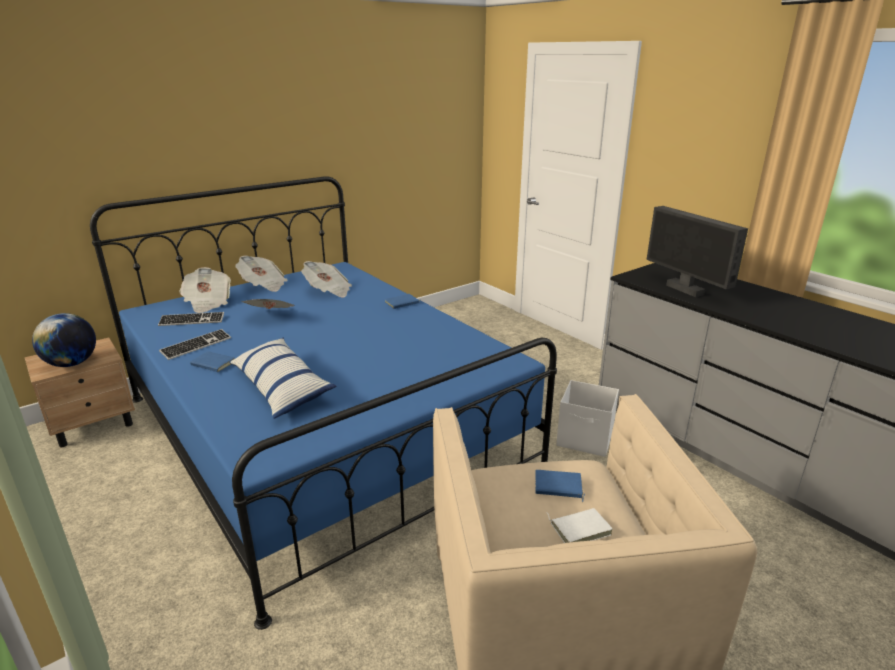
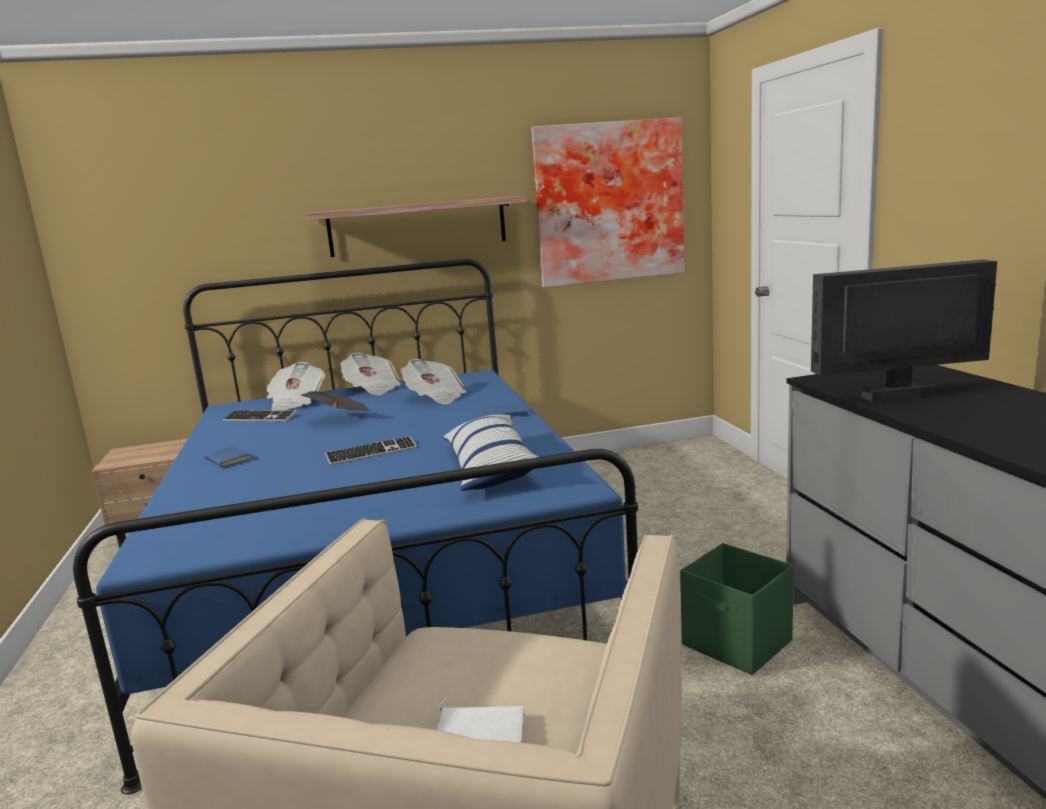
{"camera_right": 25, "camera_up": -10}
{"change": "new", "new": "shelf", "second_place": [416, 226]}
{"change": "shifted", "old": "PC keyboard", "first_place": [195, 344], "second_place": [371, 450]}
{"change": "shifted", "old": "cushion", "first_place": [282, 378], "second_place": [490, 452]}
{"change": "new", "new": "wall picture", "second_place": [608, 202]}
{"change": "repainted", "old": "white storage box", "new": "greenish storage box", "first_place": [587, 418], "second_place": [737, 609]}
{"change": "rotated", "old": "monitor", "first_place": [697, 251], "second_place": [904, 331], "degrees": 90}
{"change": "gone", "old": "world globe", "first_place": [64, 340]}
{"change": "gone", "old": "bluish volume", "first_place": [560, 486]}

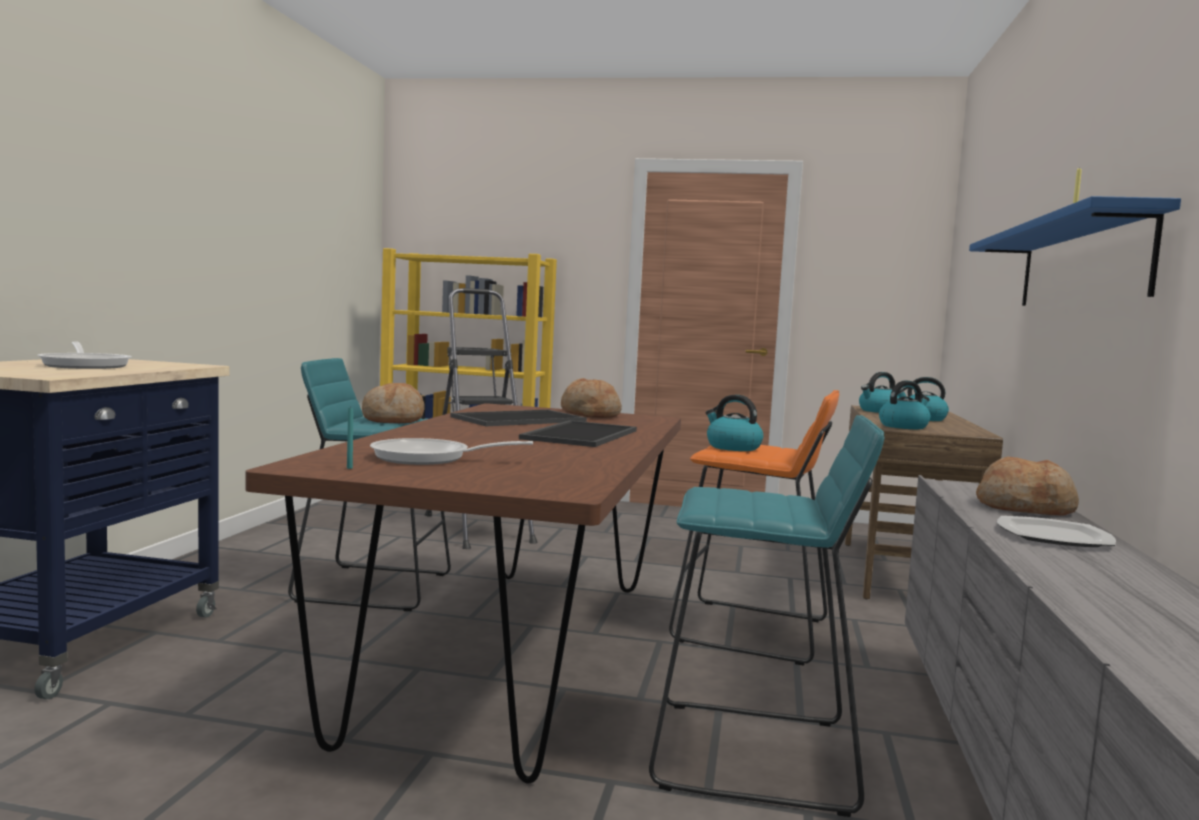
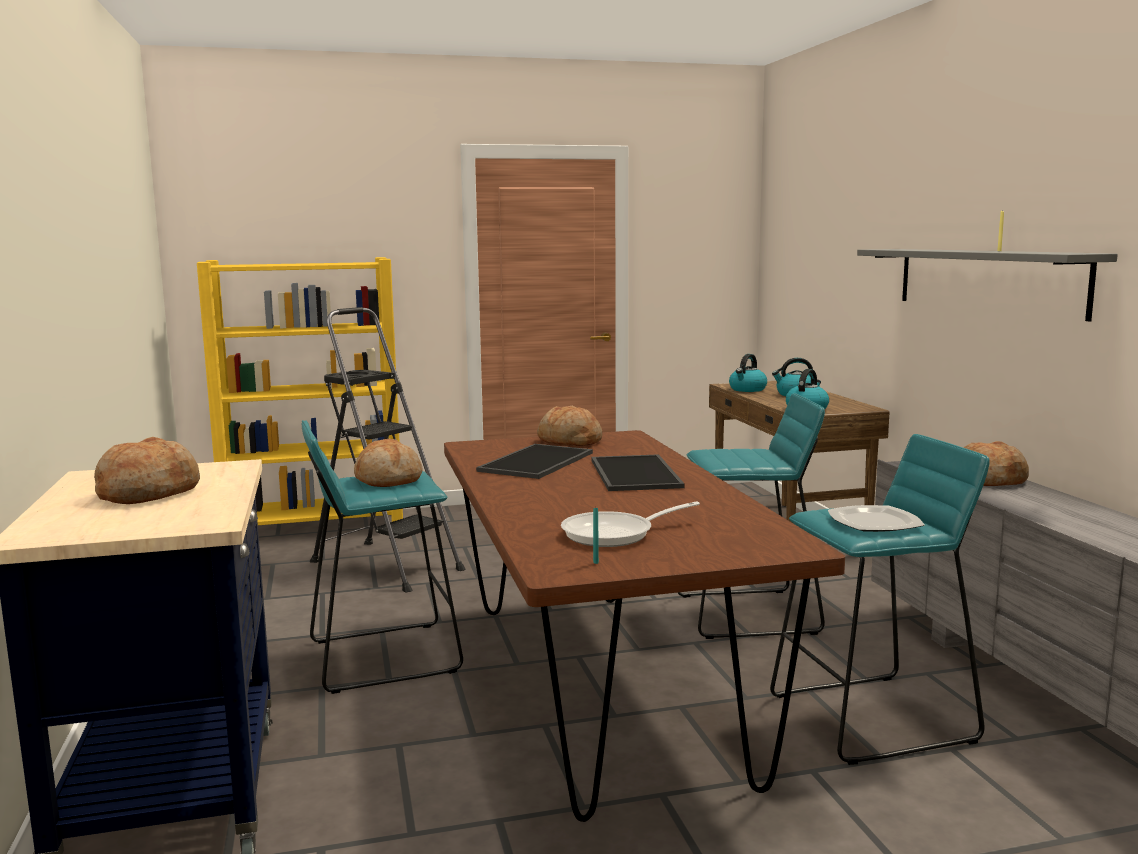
{"camera_right": -25, "camera_up": 5}
{"change": "swapped", "old": "skillet", "new": "baked bread", "first_place": [84, 355], "second_place": [147, 470]}
{"change": "repainted", "old": "orange-coloured stool seat", "new": "blue-green stool seat", "first_place": [754, 528], "second_place": [751, 516]}
{"change": "shifted", "old": "flat dish", "first_place": [1056, 531], "second_place": [876, 518]}
{"change": "repainted", "old": "bluish shelf", "new": "gray shelf", "first_place": [1075, 251], "second_place": [987, 285]}
{"change": "gone", "old": "kettle", "first_place": [734, 423]}

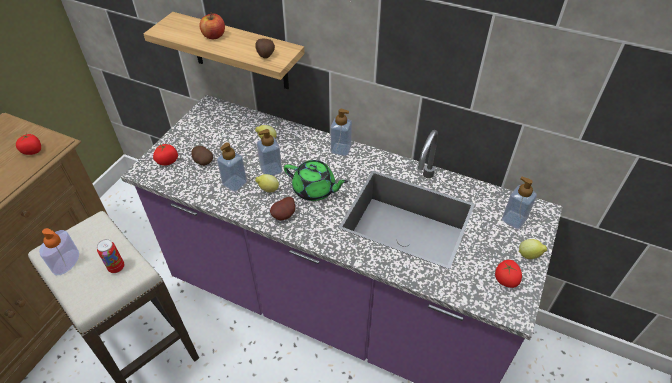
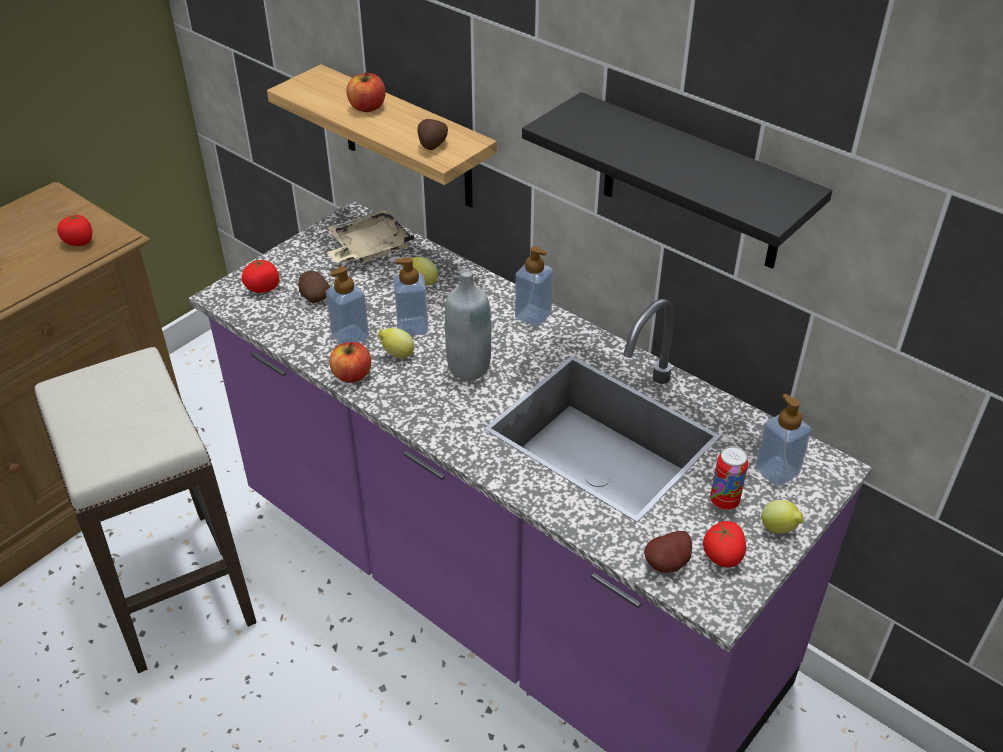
{"camera_right": 15, "camera_up": -5}
{"change": "new", "new": "beige-coloured carrying tray", "second_place": [370, 236]}
{"change": "new", "new": "apple fruit", "second_place": [350, 362]}
{"change": "swapped", "old": "greenish teapot", "new": "gray drink bottle", "first_place": [316, 180], "second_place": [468, 325]}
{"change": "new", "new": "black shelf", "second_place": [677, 180]}
{"change": "shifted", "old": "spud", "first_place": [282, 209], "second_place": [668, 552]}
{"change": "shifted", "old": "can", "first_place": [110, 256], "second_place": [729, 478]}
{"change": "gone", "old": "soap dispenser", "first_place": [59, 251]}

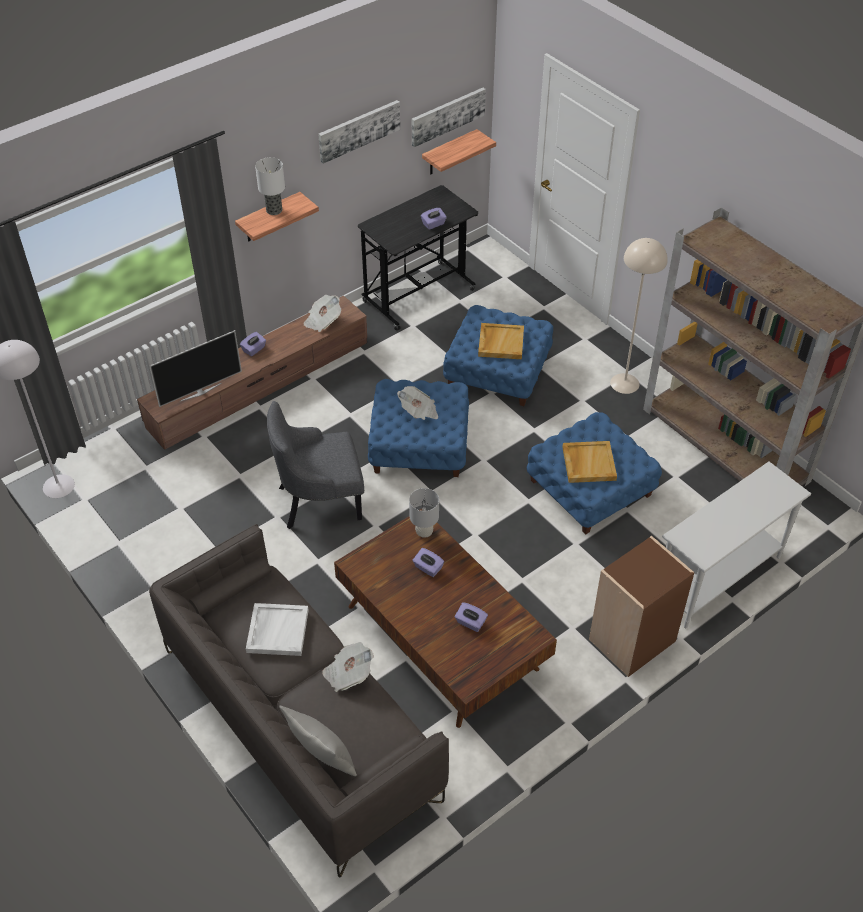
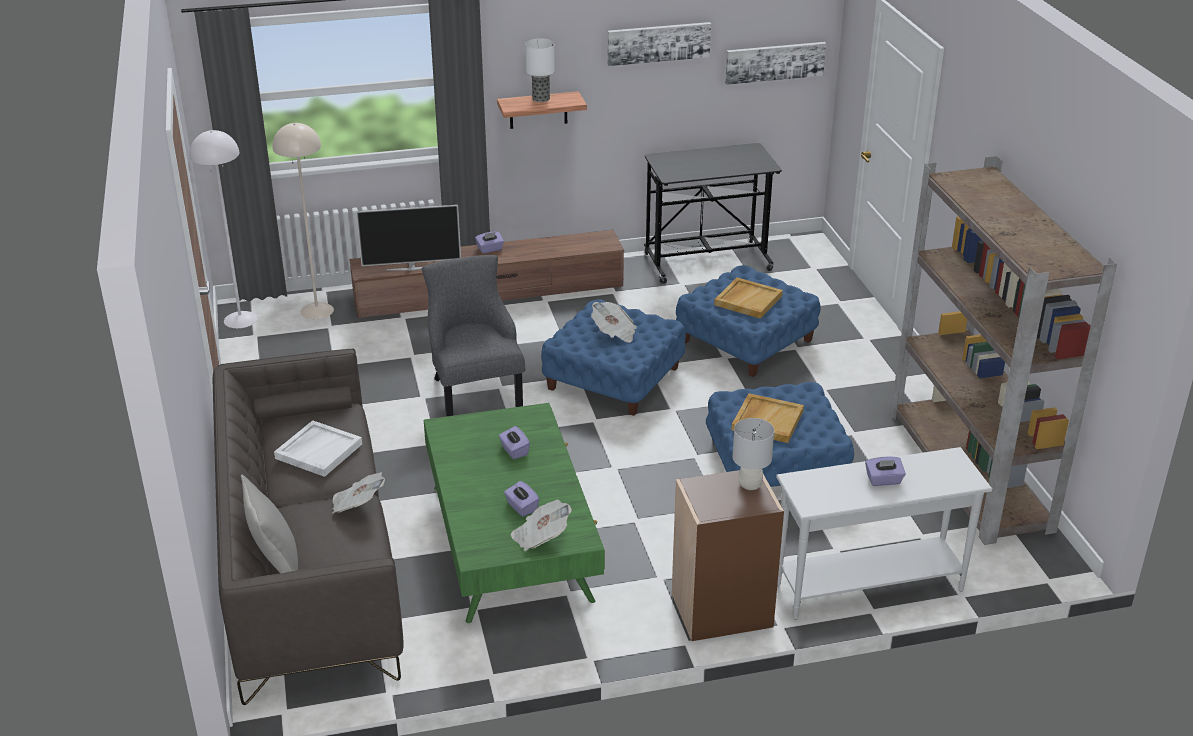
{"camera_right": 25, "camera_up": -15}
{"change": "shifted", "old": "beige-coloured standing lamp", "first_place": [639, 316], "second_place": [303, 221]}
{"change": "rotated", "old": "gray armchair", "first_place": [315, 465], "second_place": [474, 336], "degrees": 60}
{"change": "repainted", "old": "brown-coloured low table", "new": "greenish low table", "first_place": [445, 618], "second_place": [514, 513]}
{"change": "shifted", "old": "newspaper", "first_place": [322, 313], "second_place": [541, 525]}
{"change": "shifted", "old": "gray tabletop lamp", "first_place": [424, 513], "second_place": [753, 454]}
{"change": "shifted", "old": "purplish box of tissues", "first_place": [434, 219], "second_place": [885, 471]}
{"change": "gone", "old": "shelf", "first_place": [459, 151]}

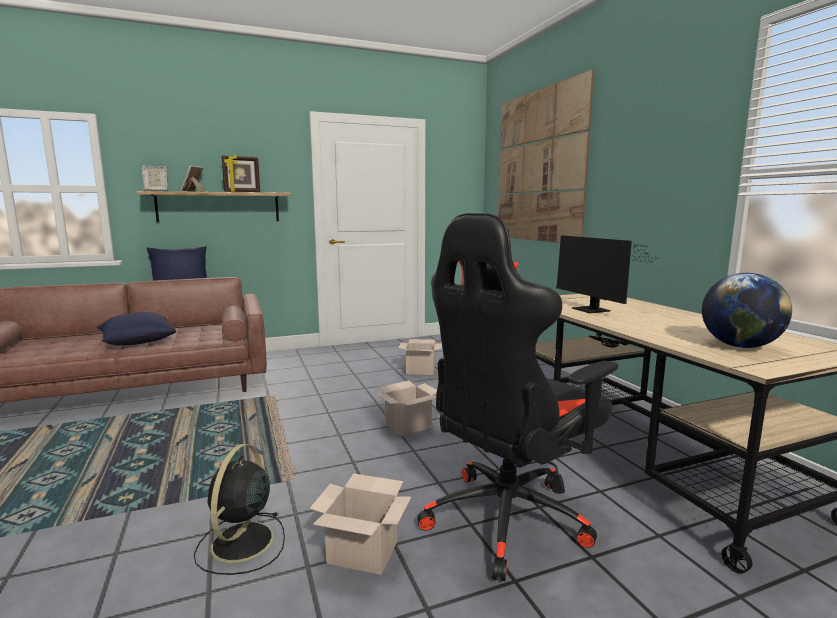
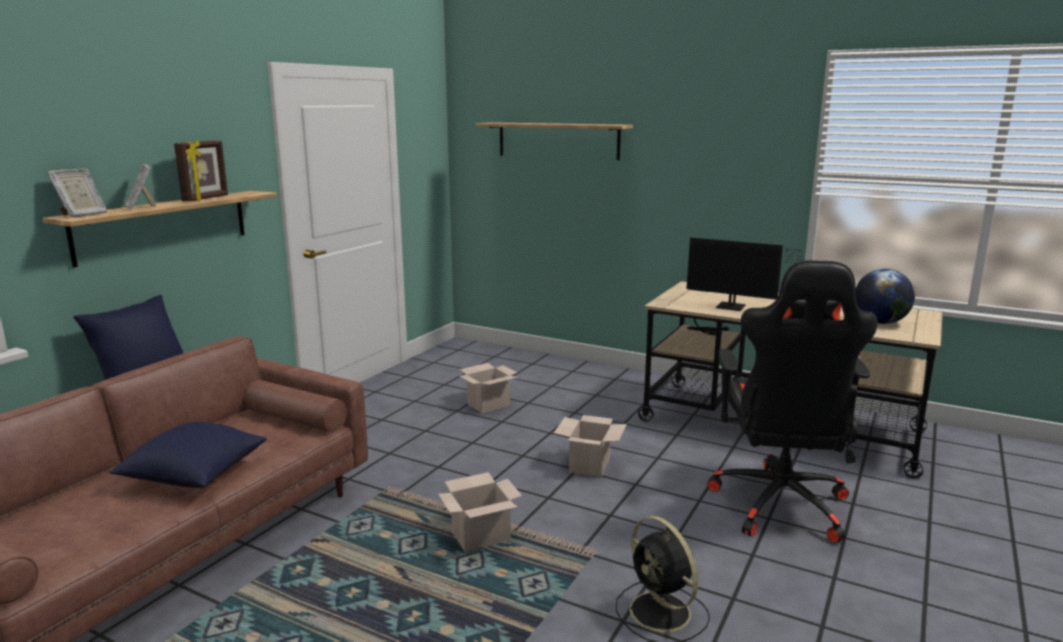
{"camera_right": -40, "camera_up": 5}
{"change": "shifted", "old": "packing box", "first_place": [360, 524], "second_place": [480, 512]}
{"change": "swapped", "old": "wall picture", "new": "shelf", "first_place": [546, 156], "second_place": [554, 141]}

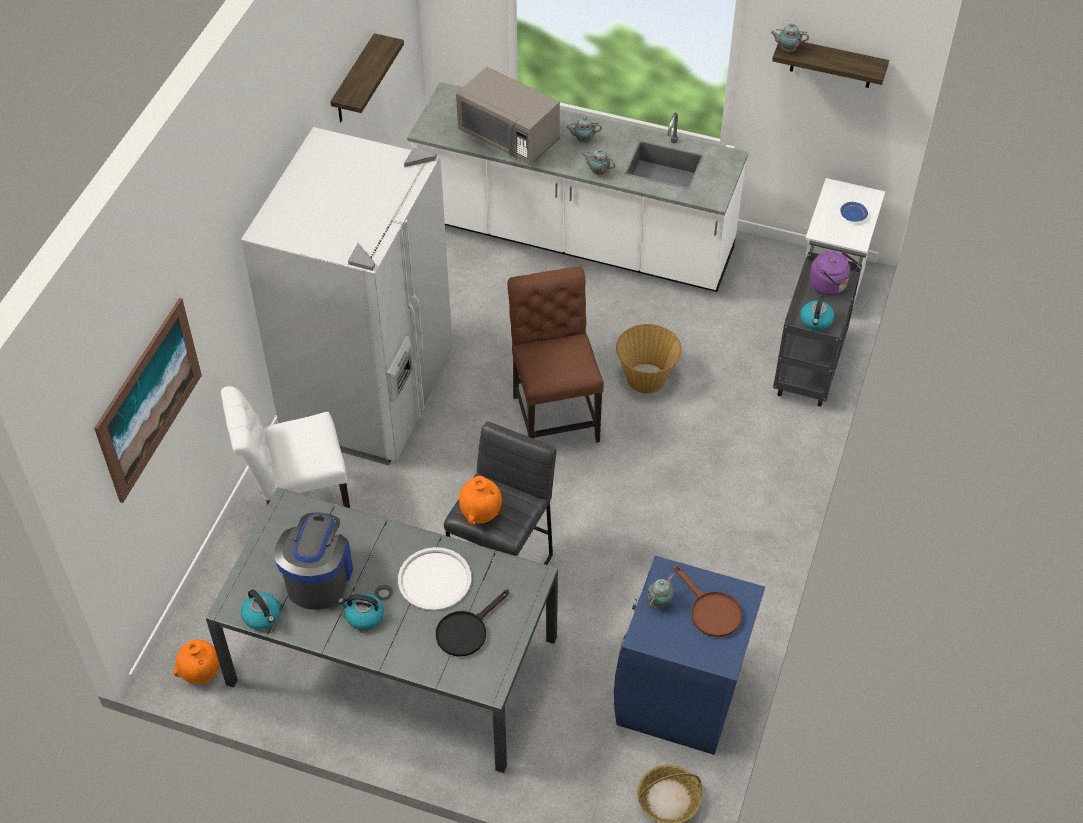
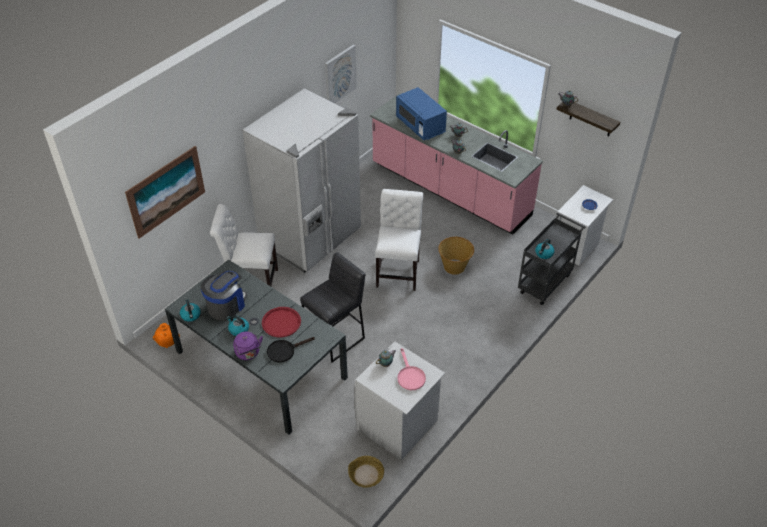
{"camera_right": 20, "camera_up": -5}
{"change": "shifted", "old": "purplish kettle", "first_place": [834, 273], "second_place": [248, 346]}
{"change": "repainted", "old": "white carrying tray", "new": "red-coloured carrying tray", "first_place": [434, 578], "second_place": [281, 322]}
{"change": "swapped", "old": "shelf", "new": "wall picture", "first_place": [367, 77], "second_place": [341, 74]}
{"change": "repainted", "old": "bluish laundry machine", "new": "white laundry machine", "first_place": [689, 655], "second_place": [399, 401]}
{"change": "repainted", "old": "white kitchen counter", "new": "pinkish kitchen counter", "first_place": [577, 187], "second_place": [456, 164]}
{"change": "repainted", "old": "brown-coloured chair", "new": "white chair", "first_place": [555, 354], "second_place": [399, 240]}
{"change": "repainted", "old": "gray microwave", "new": "bluish microwave", "first_place": [508, 115], "second_place": [421, 113]}
{"change": "repainted", "old": "brown-coloured skillet", "new": "pinkish skillet", "first_place": [708, 601], "second_place": [411, 369]}
{"change": "gone", "old": "orange-coloured flower vase", "first_place": [480, 500]}

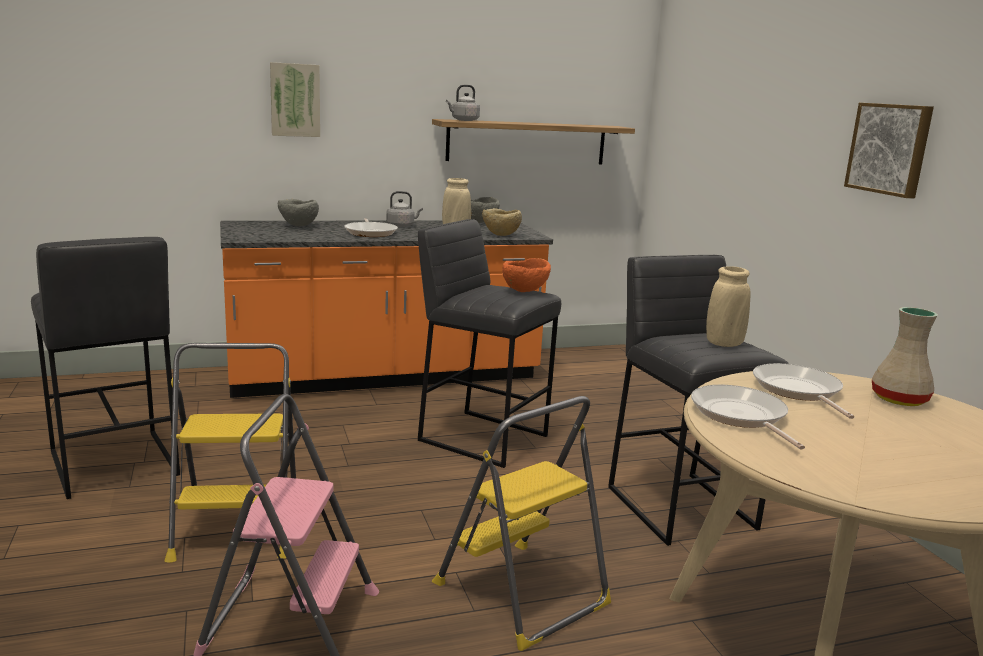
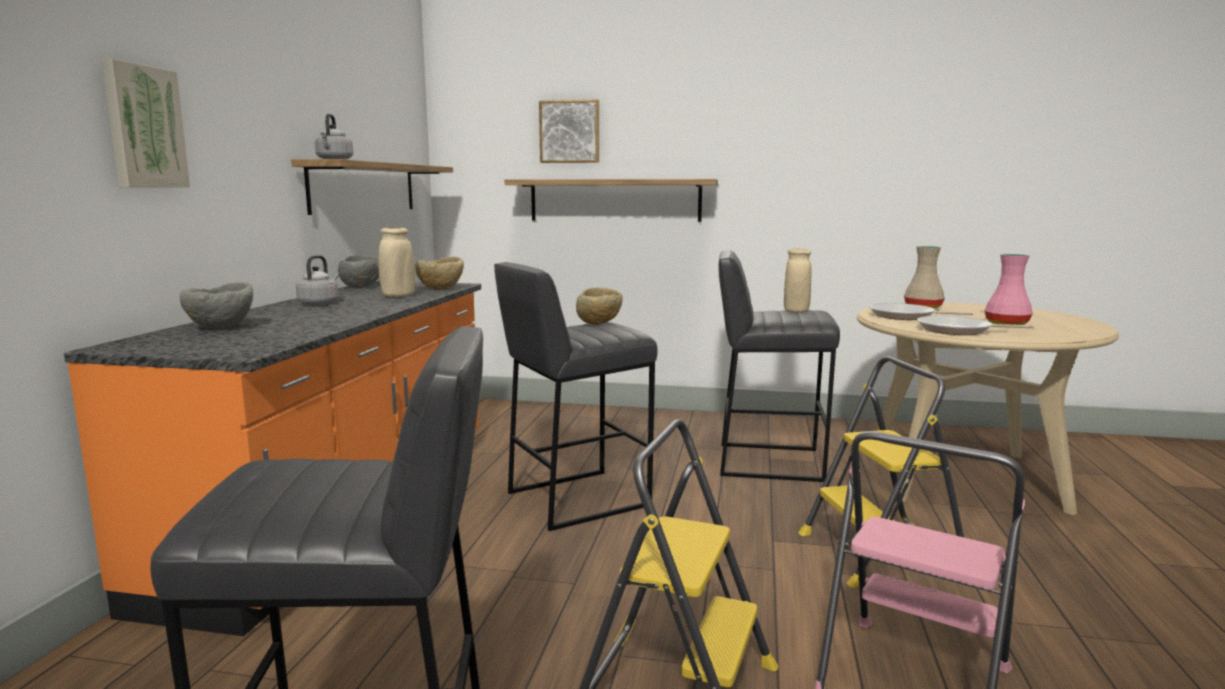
{"camera_right": -60, "camera_up": -5}
{"change": "new", "new": "shelf", "second_place": [611, 200]}
{"change": "shifted", "old": "wall picture", "first_place": [889, 150], "second_place": [569, 131]}
{"change": "repainted", "old": "orange-coloured deep dish", "new": "beige-coloured deep dish", "first_place": [526, 275], "second_place": [599, 306]}
{"change": "new", "new": "pinkish flower vase", "second_place": [1009, 289]}
{"change": "gone", "old": "skillet", "first_place": [371, 227]}

